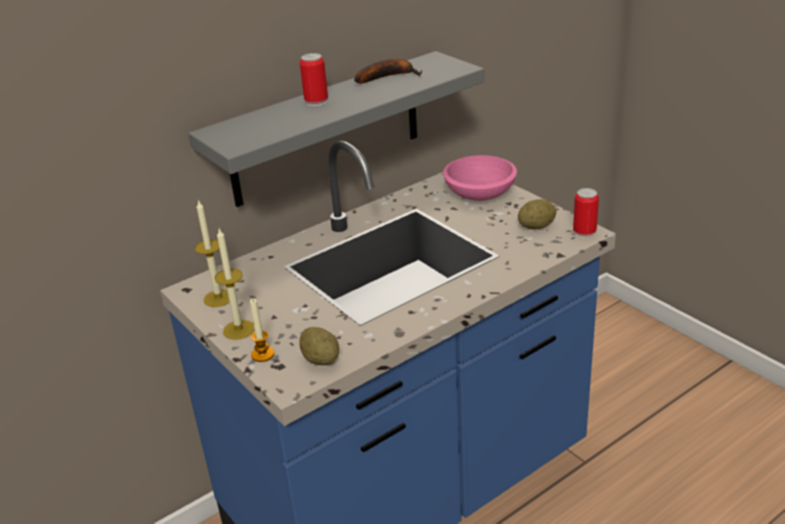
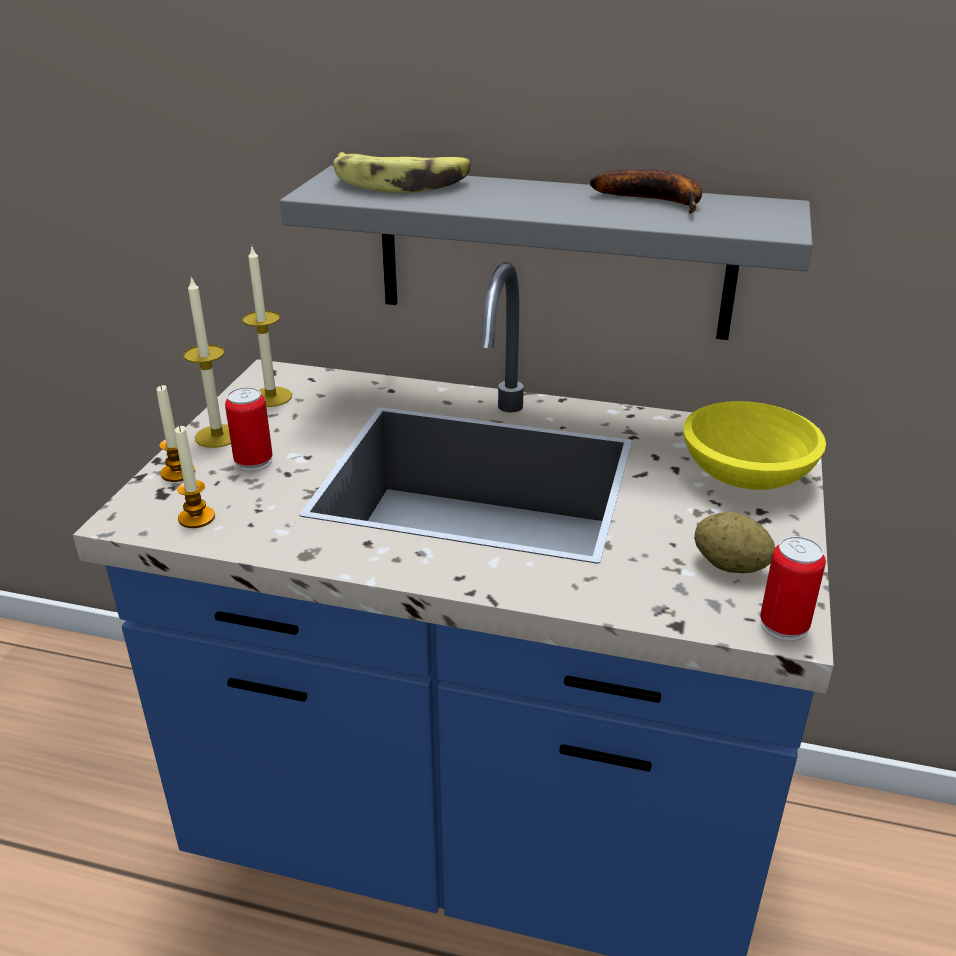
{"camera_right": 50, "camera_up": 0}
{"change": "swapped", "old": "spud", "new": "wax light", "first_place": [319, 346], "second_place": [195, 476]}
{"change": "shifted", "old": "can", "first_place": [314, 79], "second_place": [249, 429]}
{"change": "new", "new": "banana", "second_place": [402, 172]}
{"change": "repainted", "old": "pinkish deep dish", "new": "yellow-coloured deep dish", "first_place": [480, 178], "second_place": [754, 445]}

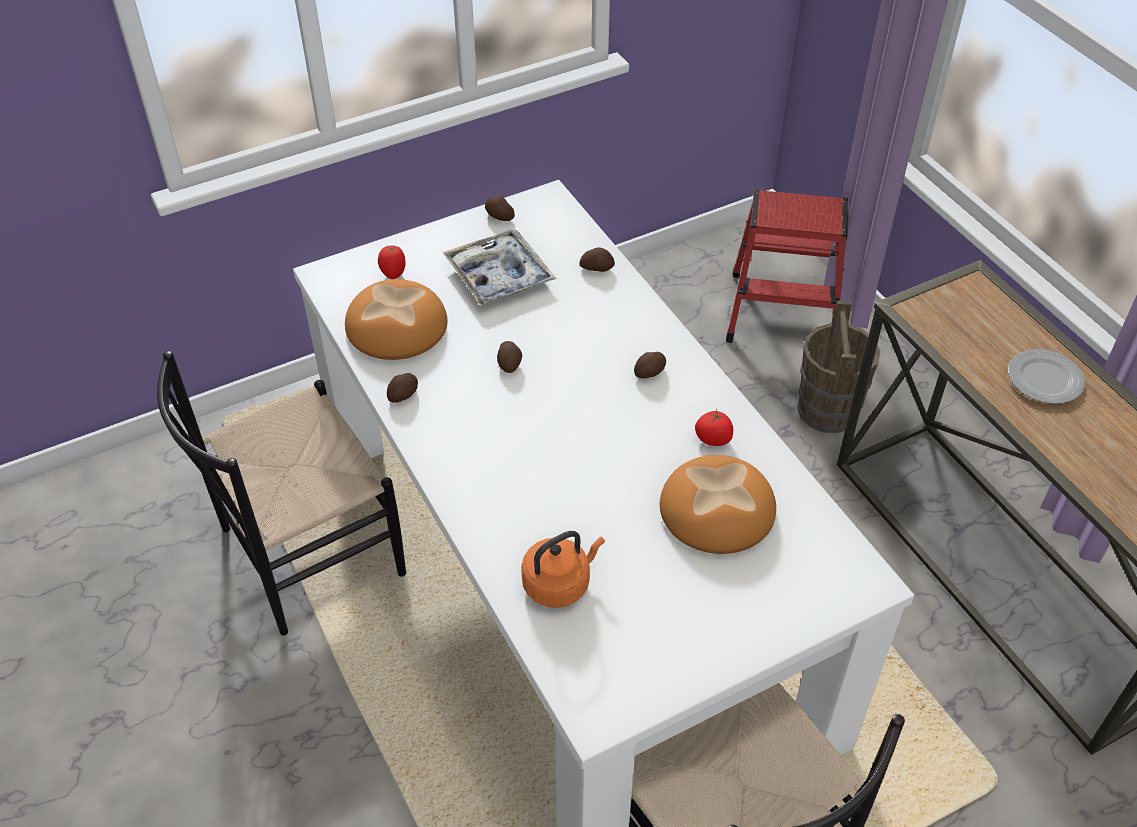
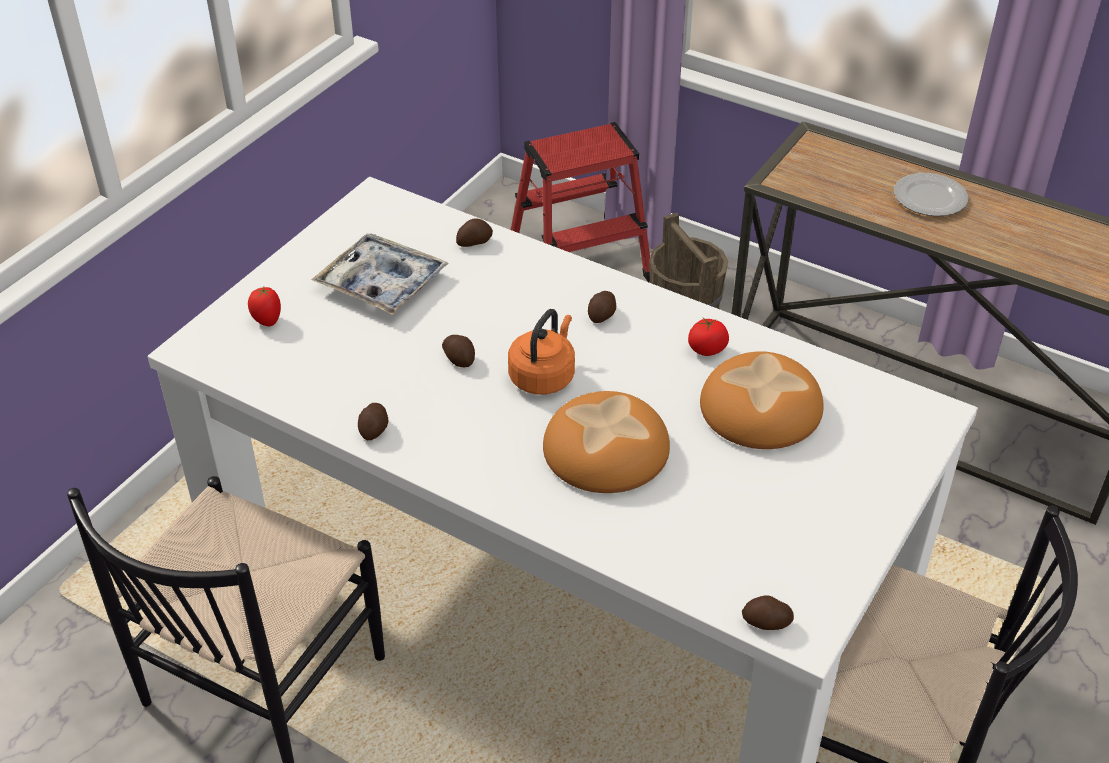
{"camera_right": -30, "camera_up": -5}
{"change": "shifted", "old": "orange-coloured kettle", "first_place": [563, 569], "second_place": [541, 352]}
{"change": "shifted", "old": "baked bread", "first_place": [396, 319], "second_place": [606, 442]}
{"change": "shifted", "old": "spud", "first_place": [500, 208], "second_place": [768, 612]}

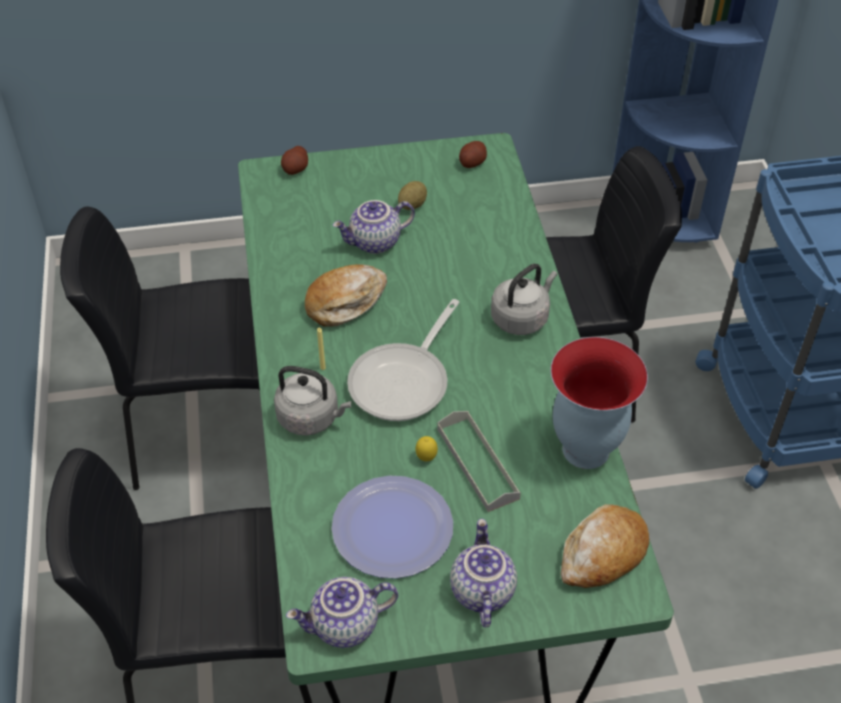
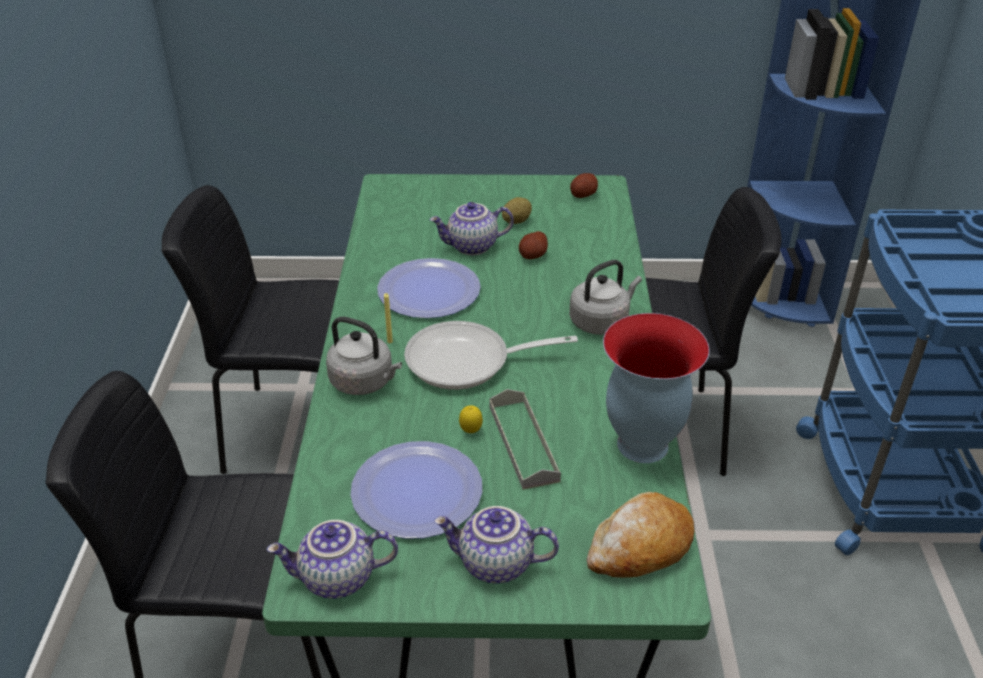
{"camera_right": 10, "camera_up": -10}
{"change": "swapped", "old": "baked bread", "new": "flat dish", "first_place": [346, 295], "second_place": [429, 288]}
{"change": "rotated", "old": "skillet", "first_place": [403, 360], "second_place": [491, 355], "degrees": 45}
{"change": "rotated", "old": "teapot", "first_place": [483, 573], "second_place": [496, 544], "degrees": -90}
{"change": "shifted", "old": "spud", "first_place": [294, 160], "second_place": [533, 245]}

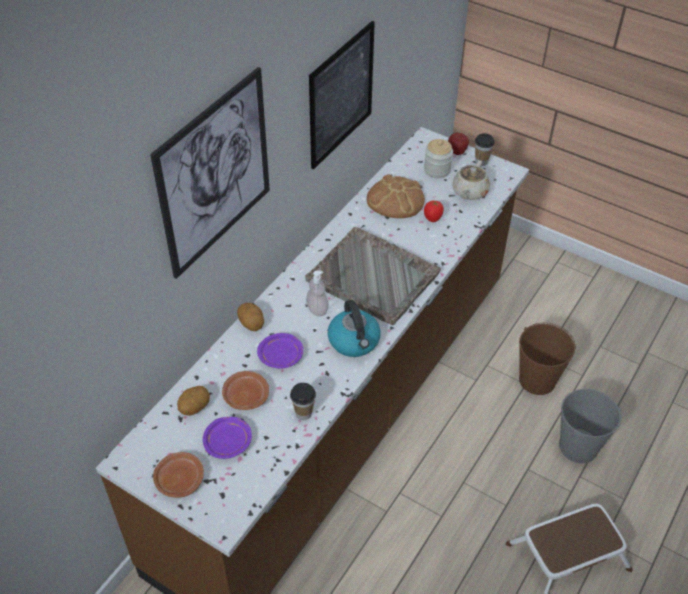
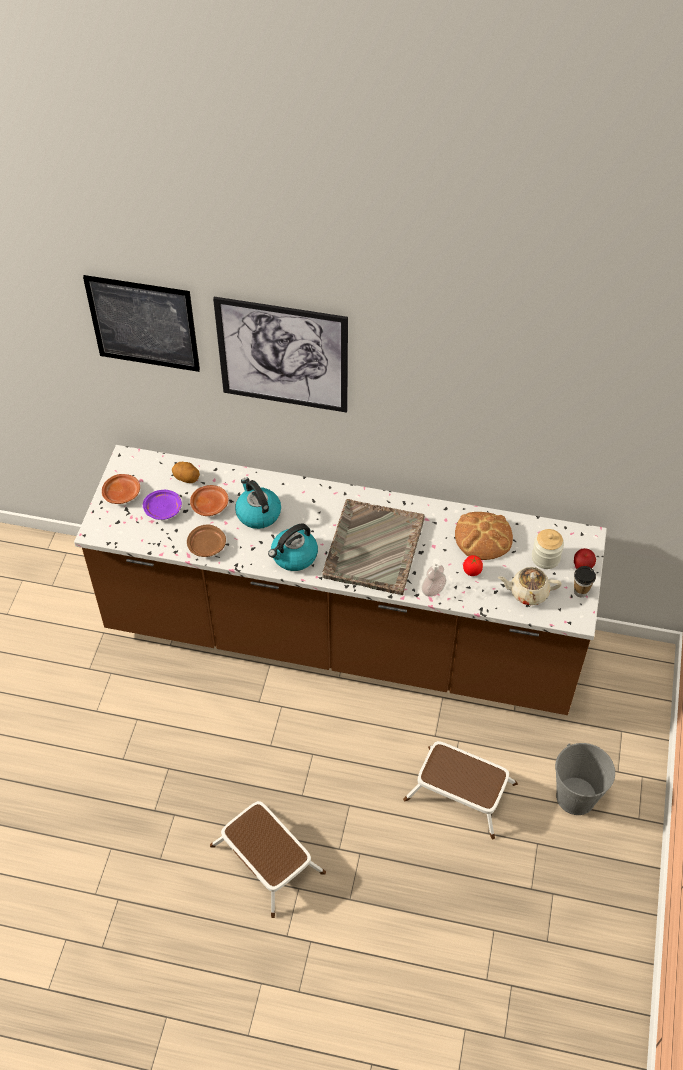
{"camera_right": 70, "camera_up": 5}
{"change": "shifted", "old": "wall picture", "first_place": [342, 95], "second_place": [141, 323]}
{"change": "swapped", "old": "small cup", "new": "brown-coloured flat dish", "first_place": [303, 401], "second_place": [206, 541]}
{"change": "swapped", "old": "purplish flat dish", "new": "kettle", "first_place": [280, 350], "second_place": [258, 503]}
{"change": "swapped", "old": "brown-coloured bucket", "new": "brown-coloured step ladder", "first_place": [547, 359], "second_place": [460, 790]}
{"change": "shifted", "old": "soap dispenser", "first_place": [317, 293], "second_place": [434, 577]}
{"change": "shifted", "old": "gray bucket", "first_place": [590, 426], "second_place": [585, 779]}
{"change": "gone", "old": "spud", "first_place": [250, 317]}

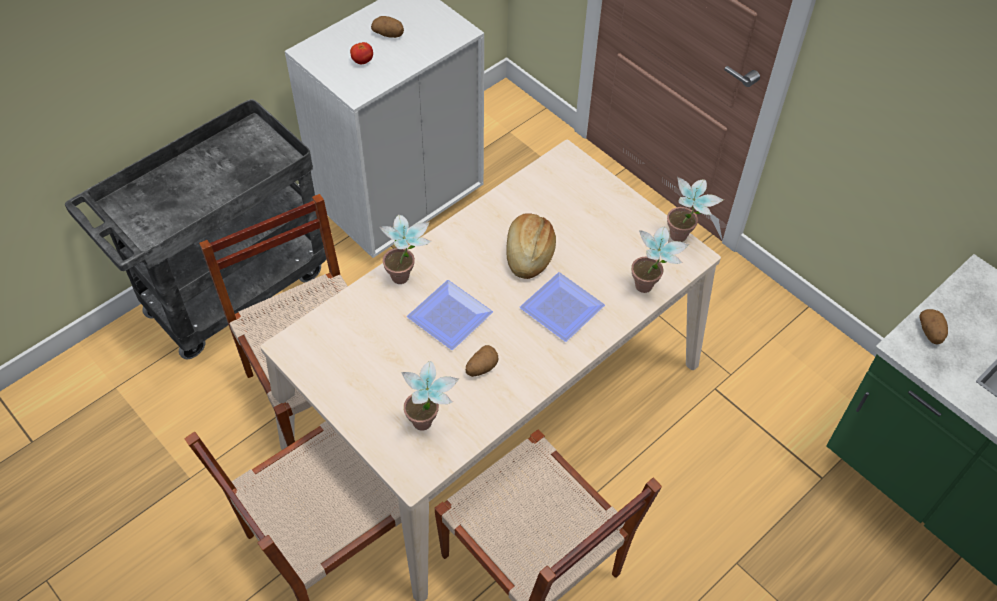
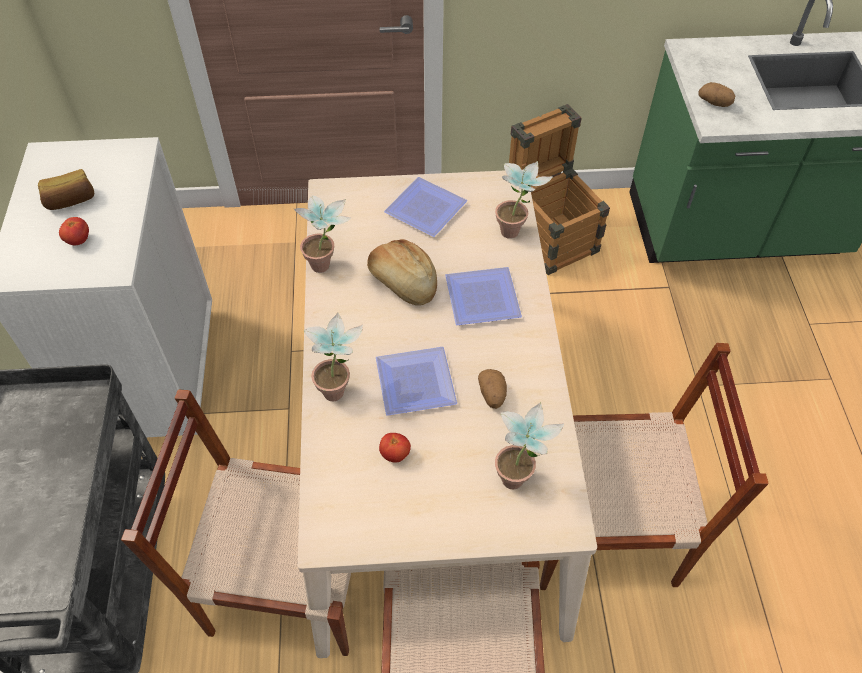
{"camera_right": -50, "camera_up": 0}
{"change": "swapped", "old": "spud", "new": "baked bread", "first_place": [387, 27], "second_place": [66, 189]}
{"change": "shifted", "old": "houseplant", "first_place": [695, 209], "second_place": [323, 234]}
{"change": "new", "new": "fresh tomato", "second_place": [395, 448]}
{"change": "new", "new": "flat dish", "second_place": [425, 207]}
{"change": "new", "new": "crate", "second_place": [559, 189]}

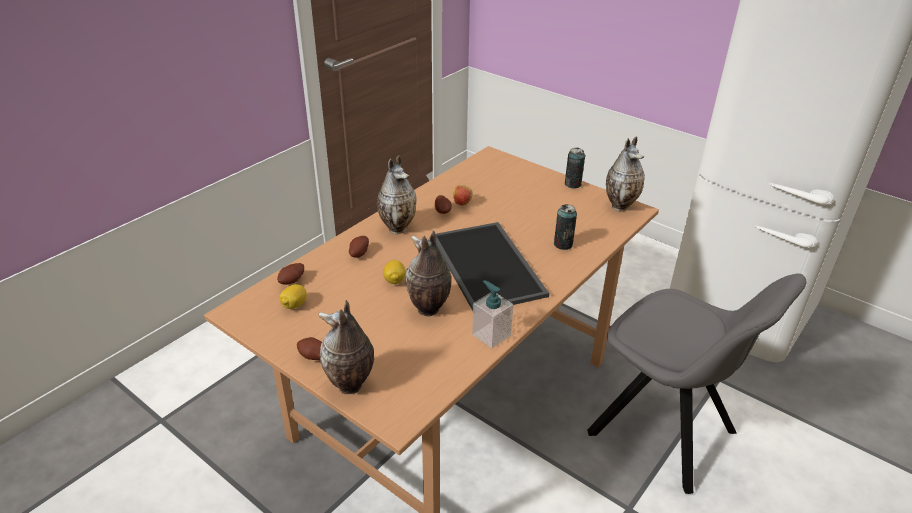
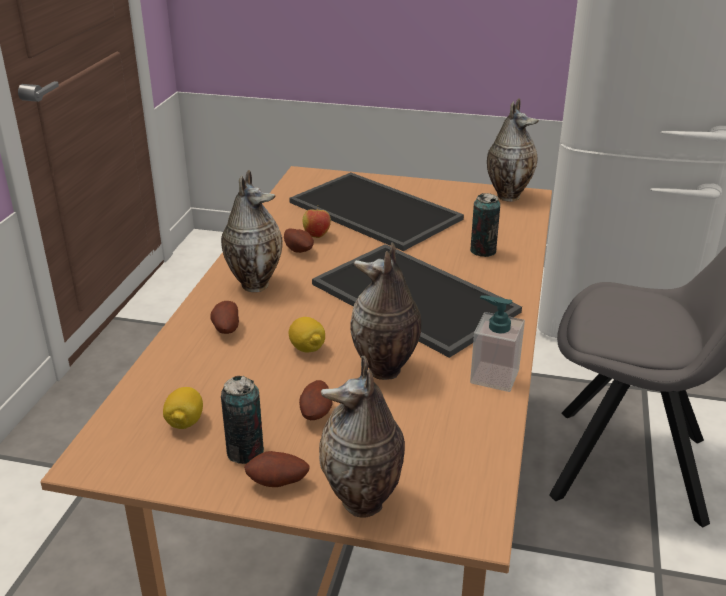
{"camera_right": -25, "camera_up": -5}
{"change": "shifted", "old": "can", "first_place": [575, 168], "second_place": [242, 420]}
{"change": "new", "new": "carrying tray", "second_place": [376, 212]}
{"change": "shifted", "old": "spud", "first_place": [290, 274], "second_place": [316, 400]}

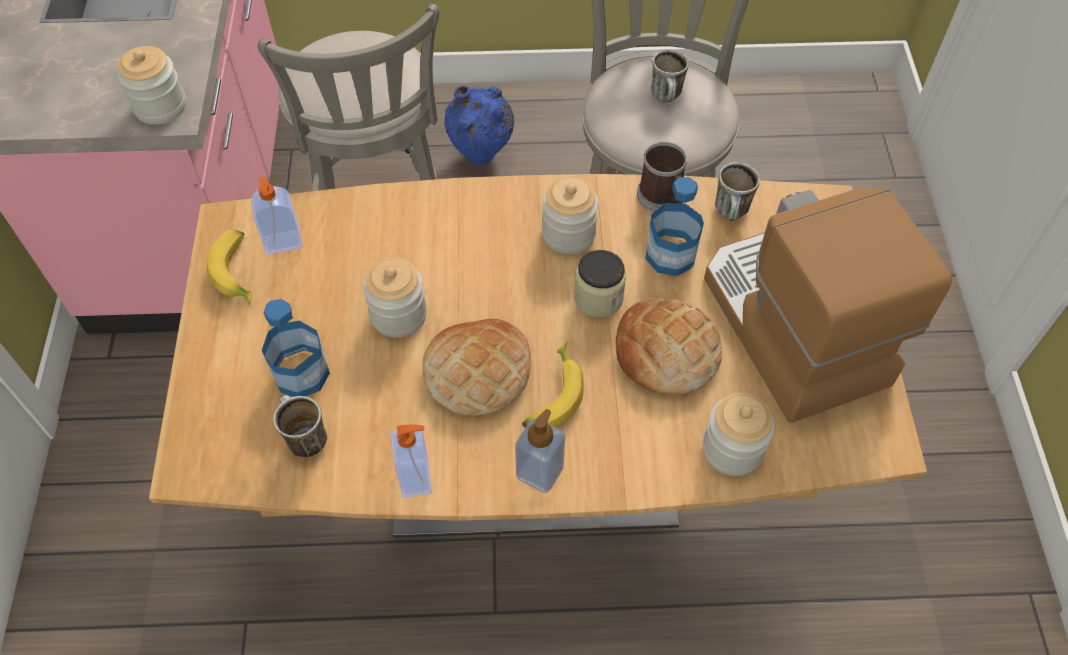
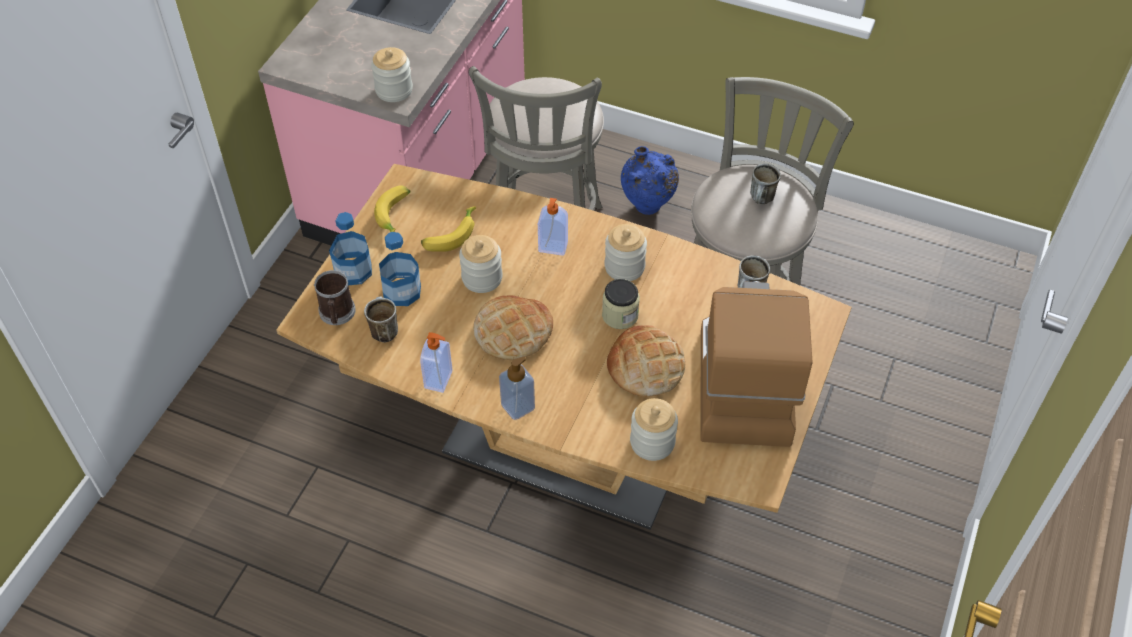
{"camera_right": 25, "camera_up": -5}
{"change": "shifted", "old": "tea mug", "first_place": [662, 177], "second_place": [335, 297]}
{"change": "shifted", "old": "drink bottle", "first_place": [674, 226], "second_place": [350, 248]}
{"change": "shifted", "old": "banana", "first_place": [553, 384], "second_place": [448, 229]}
{"change": "shifted", "old": "soap dispenser", "first_place": [277, 216], "second_place": [553, 227]}

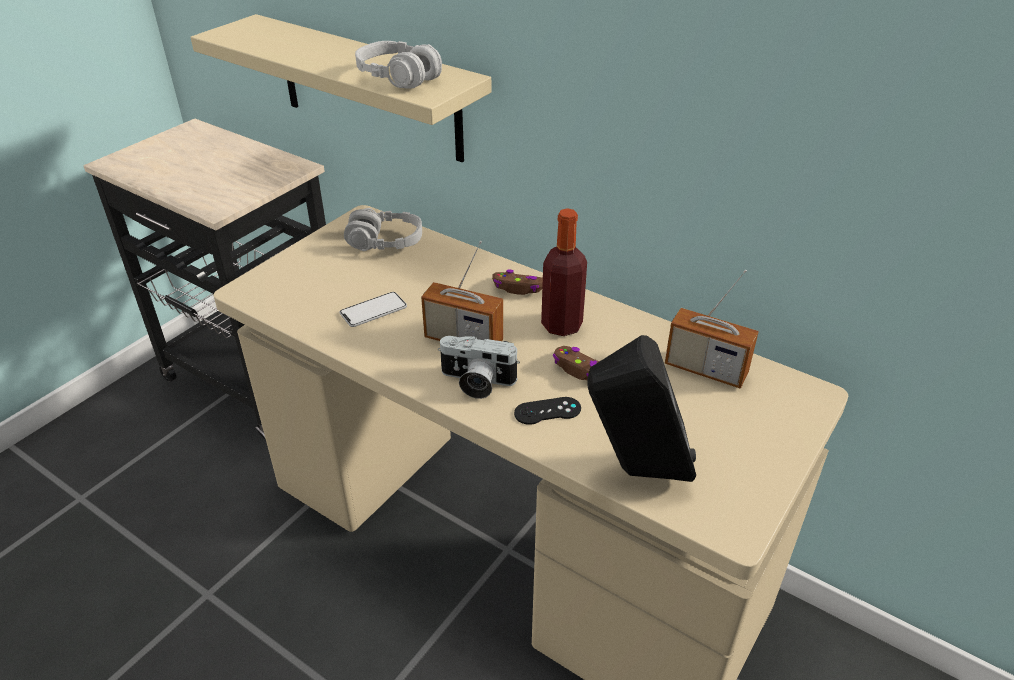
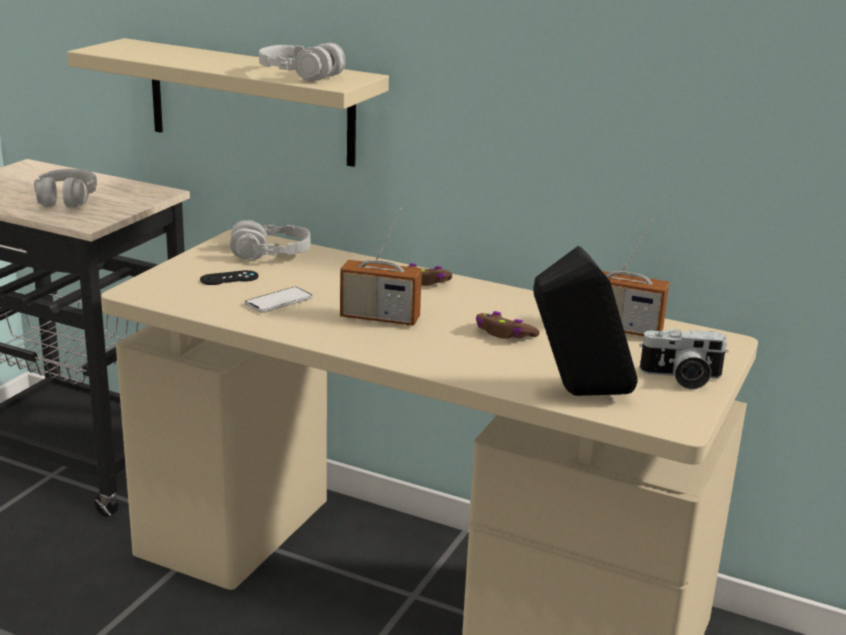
{"camera_right": -10, "camera_up": -15}
{"change": "new", "new": "gray headset", "second_place": [65, 188]}
{"change": "shifted", "old": "black game controller", "first_place": [547, 411], "second_place": [229, 277]}
{"change": "shifted", "old": "photo camera", "first_place": [479, 367], "second_place": [683, 359]}
{"change": "gone", "old": "drink bottle", "first_place": [564, 272]}

